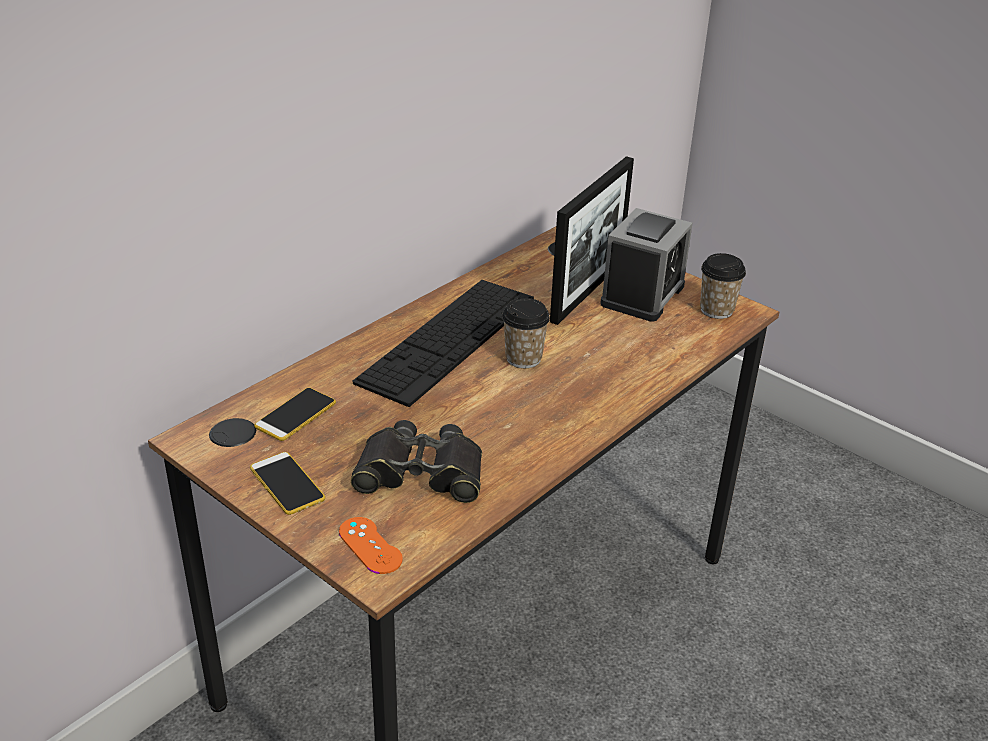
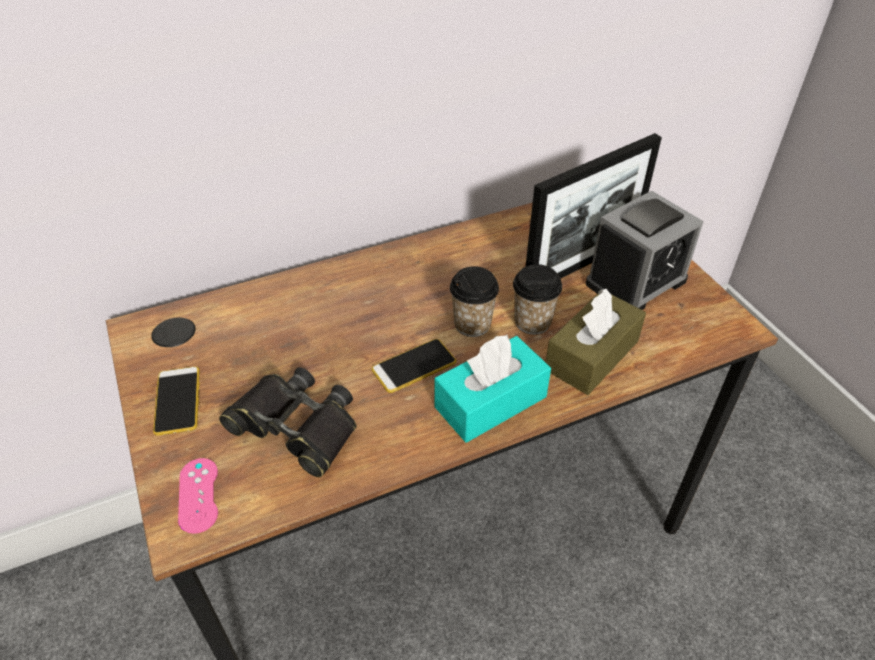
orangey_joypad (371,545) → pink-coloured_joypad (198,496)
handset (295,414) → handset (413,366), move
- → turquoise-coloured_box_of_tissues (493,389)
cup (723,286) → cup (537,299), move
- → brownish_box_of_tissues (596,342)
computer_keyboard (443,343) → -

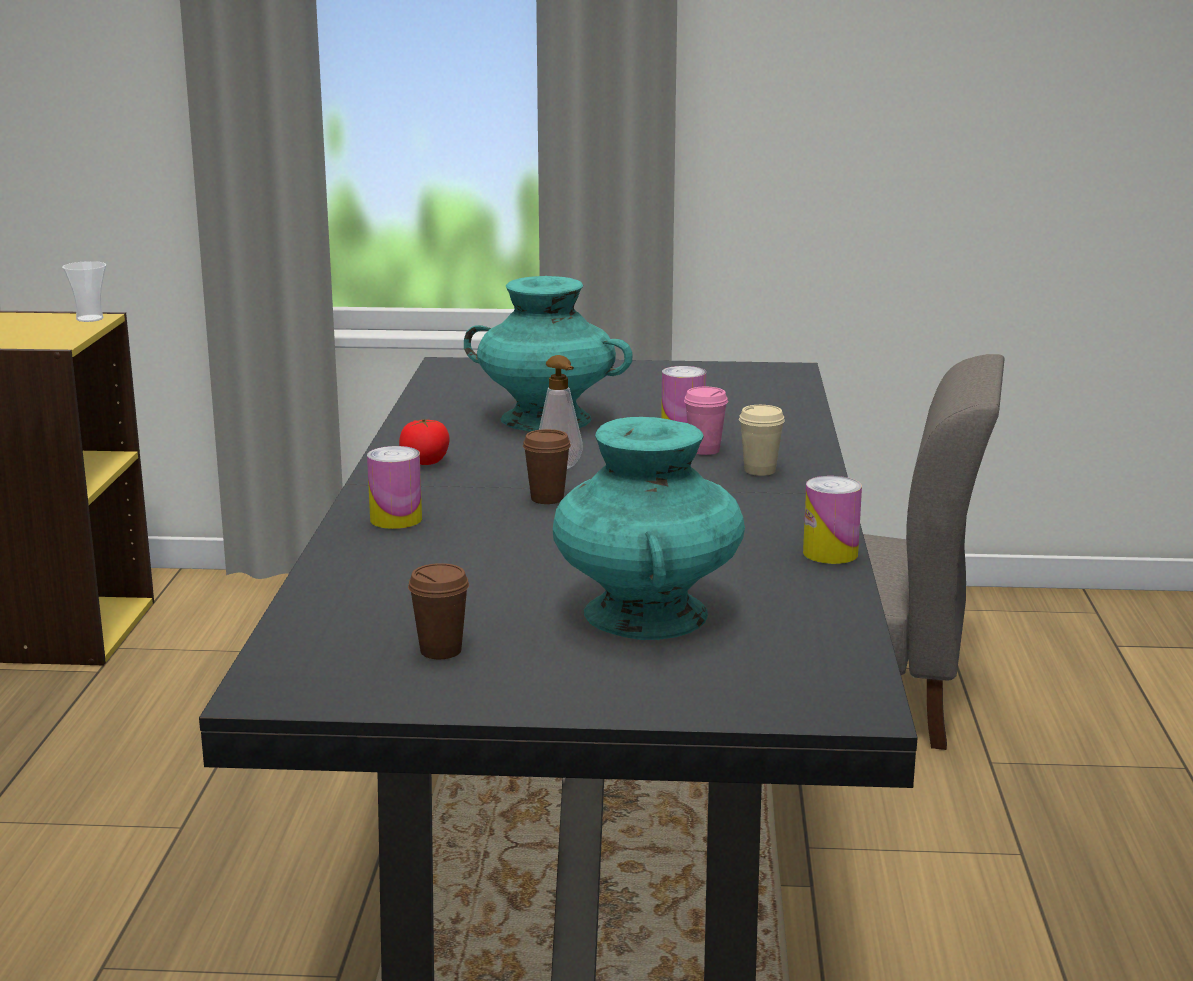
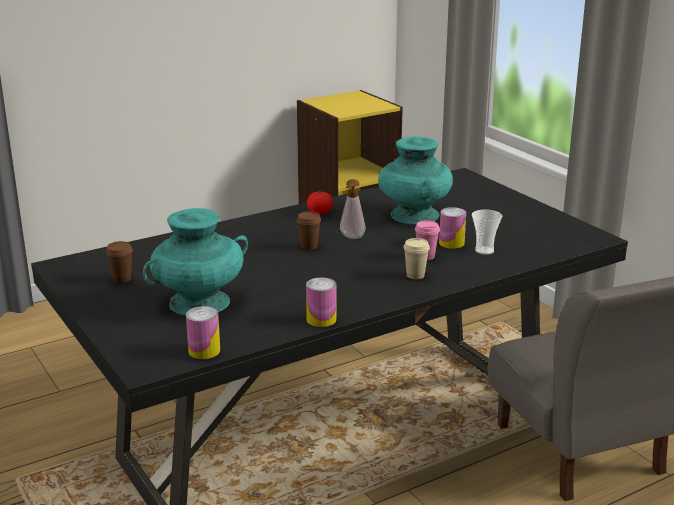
can (394,487) → can (203,332), move
cup (84,291) → cup (487,232), move

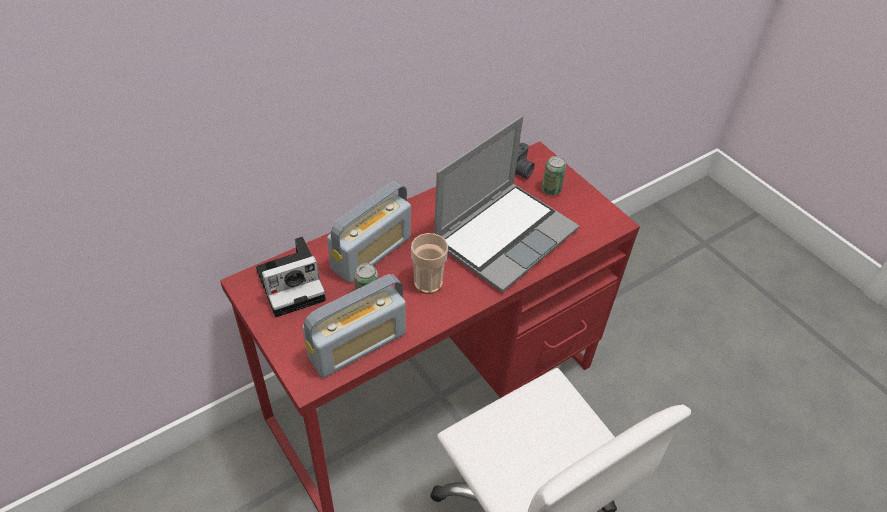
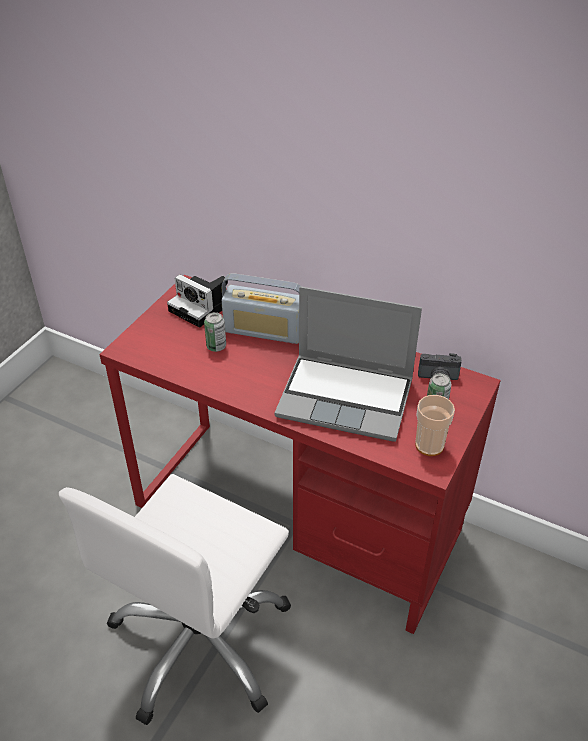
cup (429,263) → cup (435,425), move
radio (354,326) → -

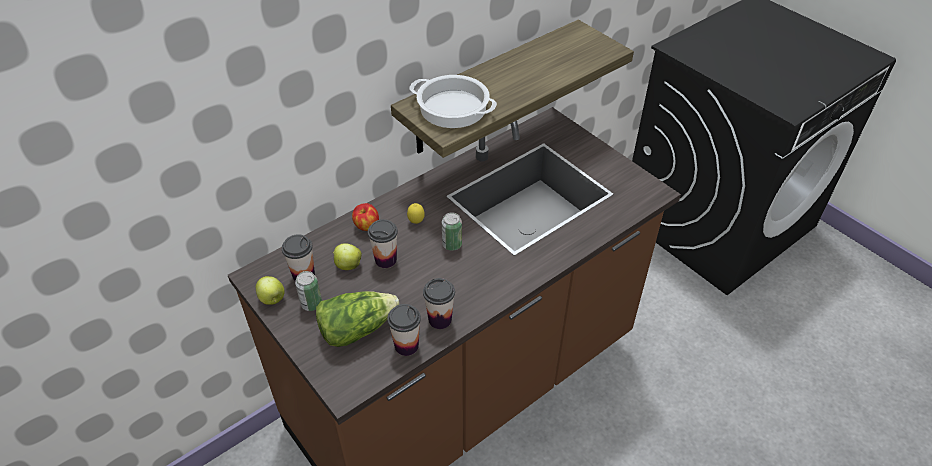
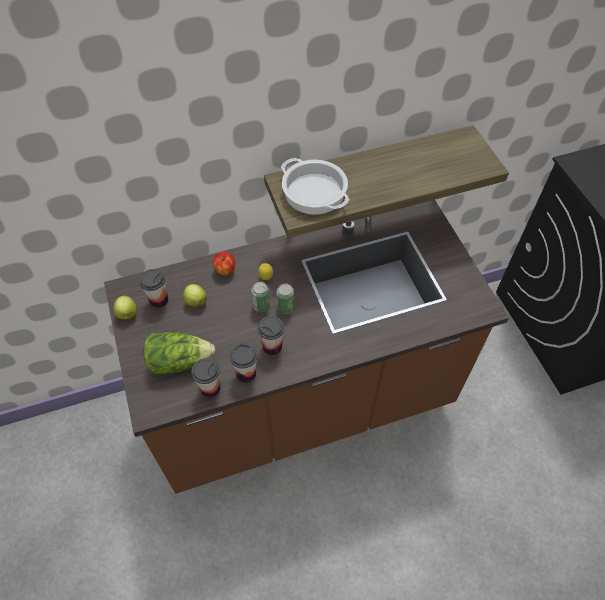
can (308,291) → can (260,296), move
cup (383,243) → cup (271,335), move

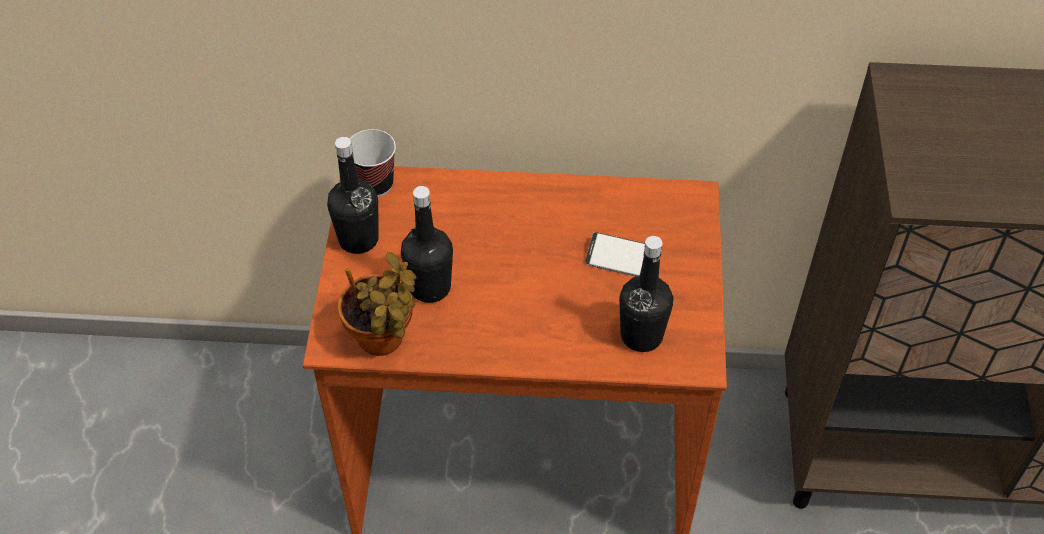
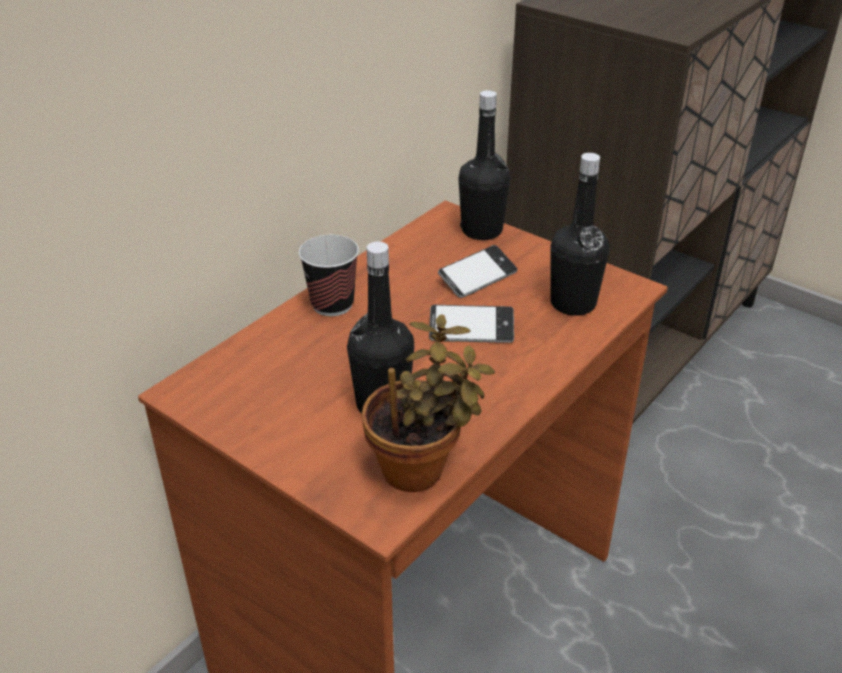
cup (373,163) → cup (329,275), move
- → handset (471,324)
black-coloured_drink_bottle (353,195) → black-coloured_drink_bottle (484,165), move

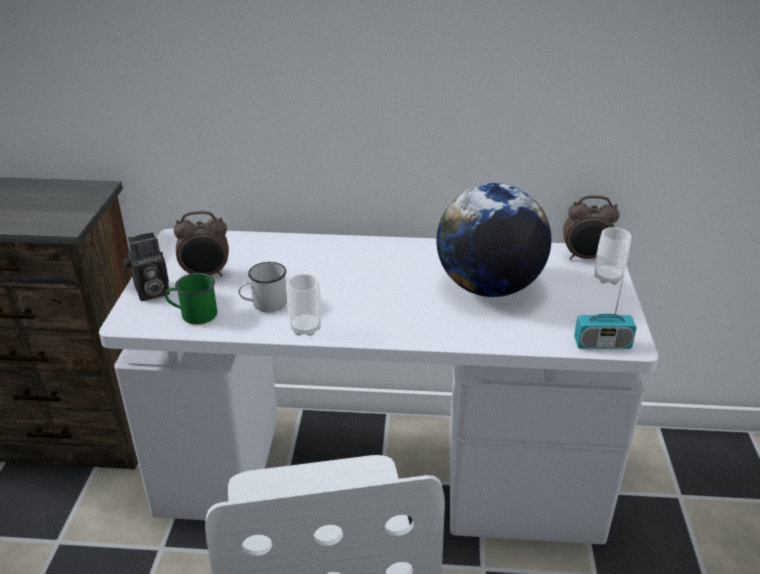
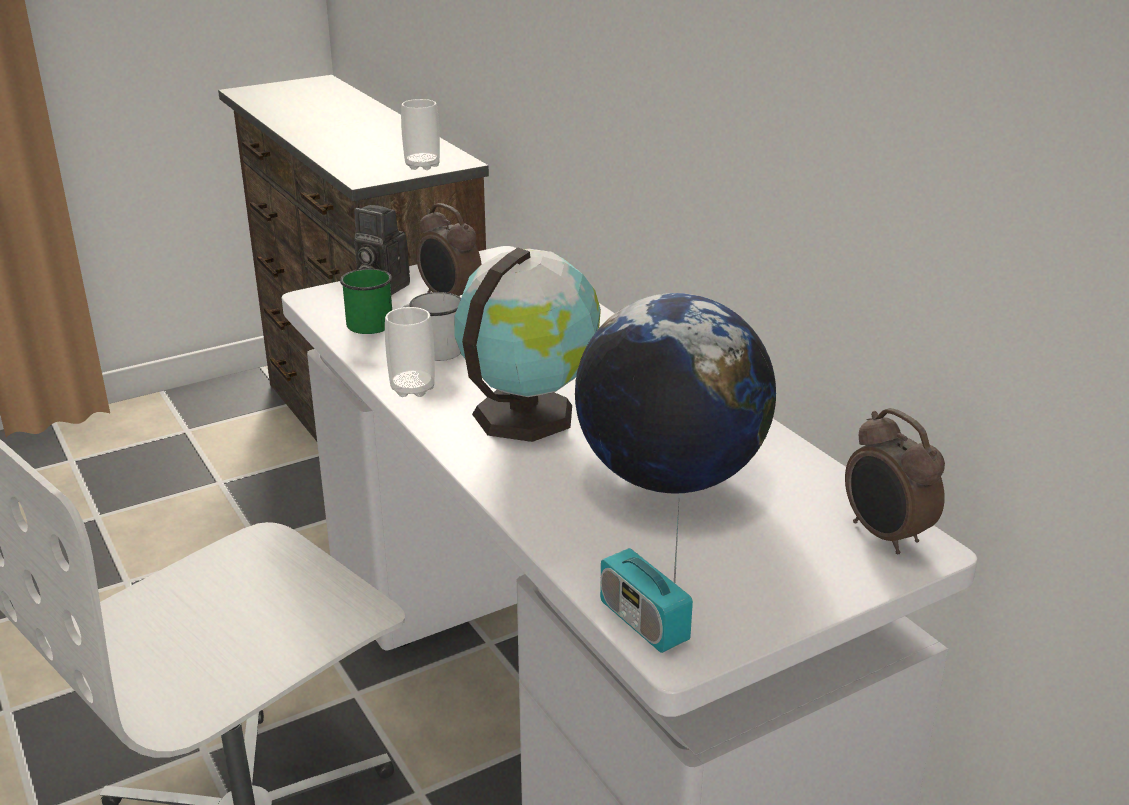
cup (612,256) → cup (420,134), move
- → world_globe (528,345)

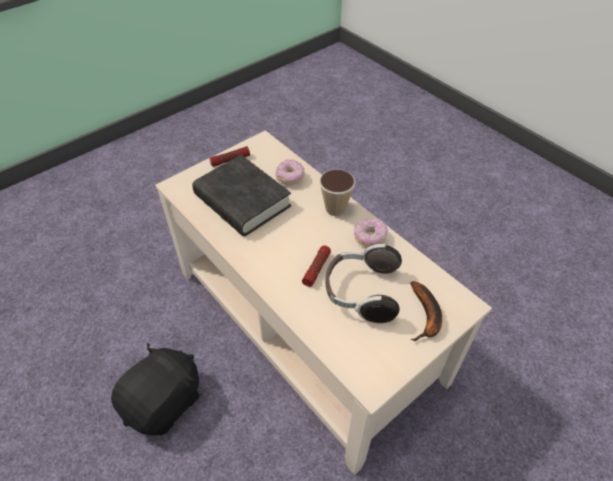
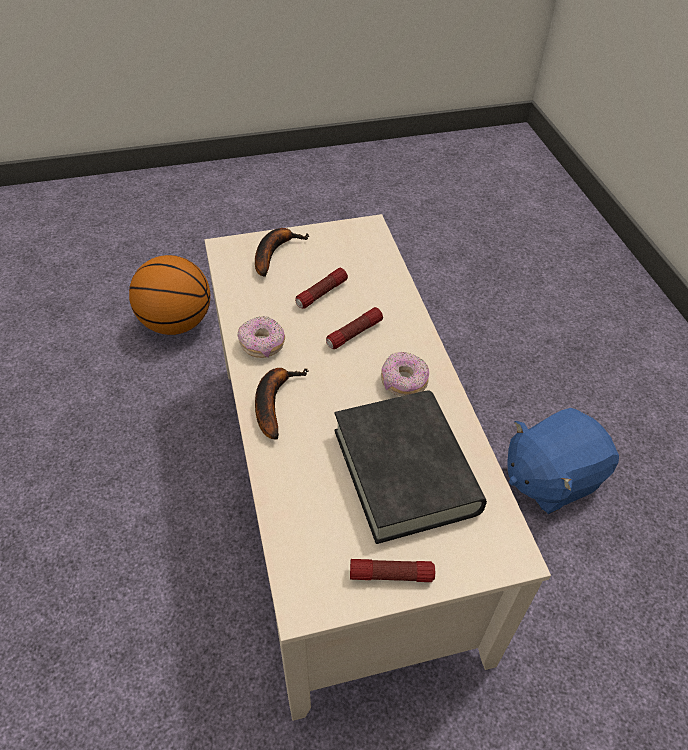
- → basketball (169,295)
cup (337,192) → banana (282,404)
pair_of_headphones (363,283) → torch (321,288)
donut (290,172) → donut (405,374), move
black-coloured_plush_toy (155,389) → blue-coloured_plush_toy (563,461)

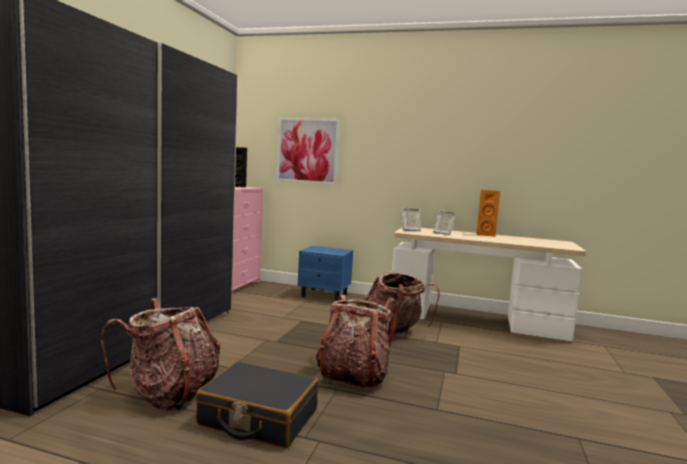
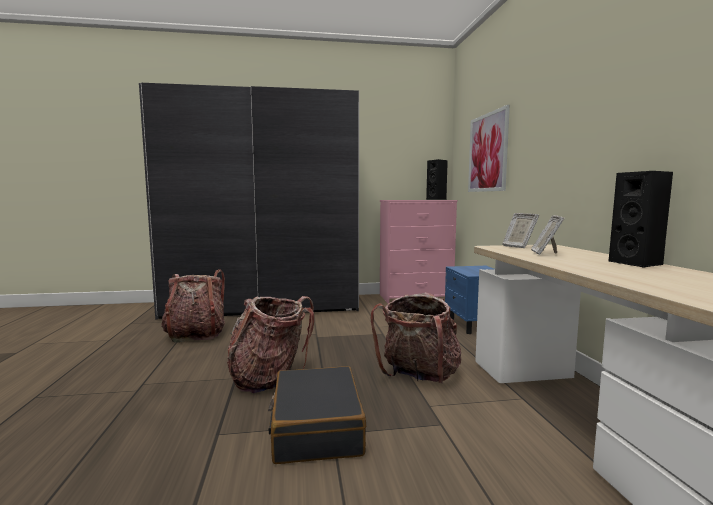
black-coloured_suitcase (257,404) → black-coloured_suitcase (317,415), move
orangey_audio_speaker (488,213) → black-coloured_audio_speaker (640,219)

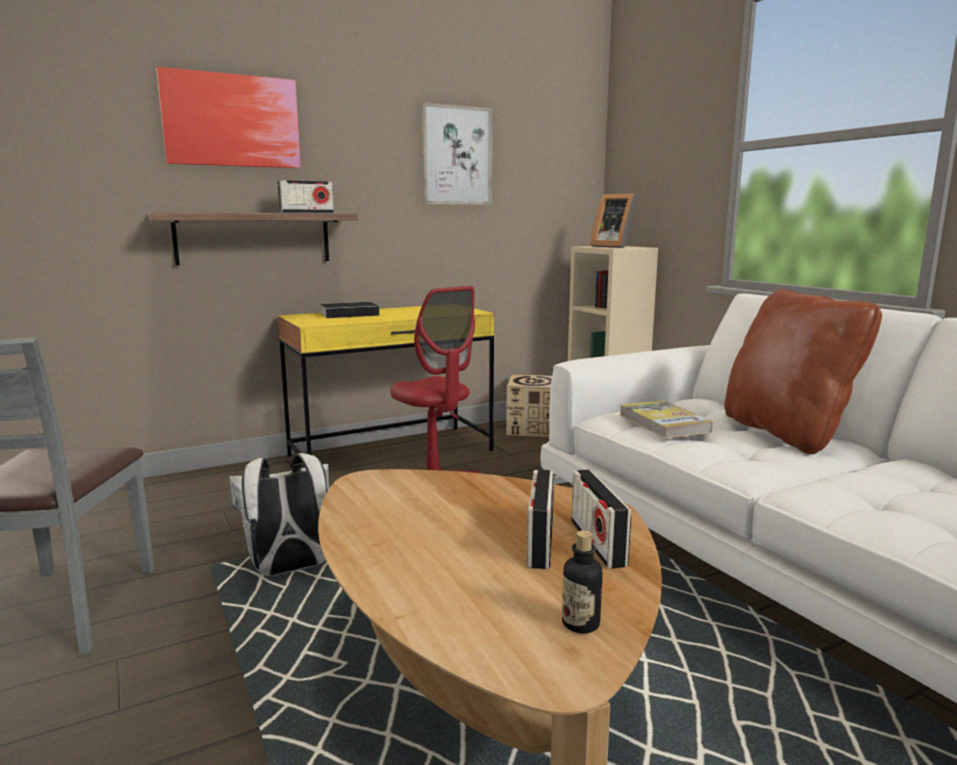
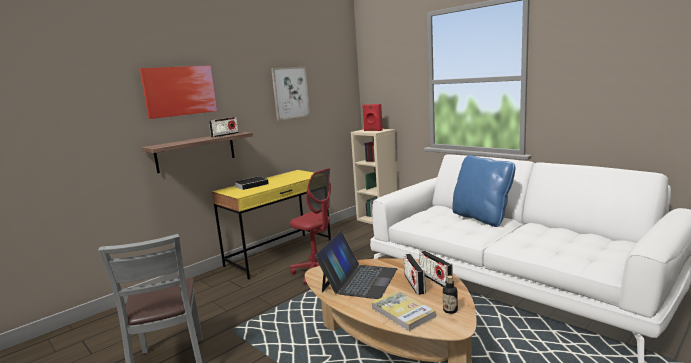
- → portable_computer (356,265)
standing_frame (613,220) → red_audio_speaker (372,117)
book (666,419) → book (403,311), move
brownish_cushion (803,371) → blue-coloured_cushion (483,191)
whitish_backpack (278,514) → -
cardboard_box (529,405) → -

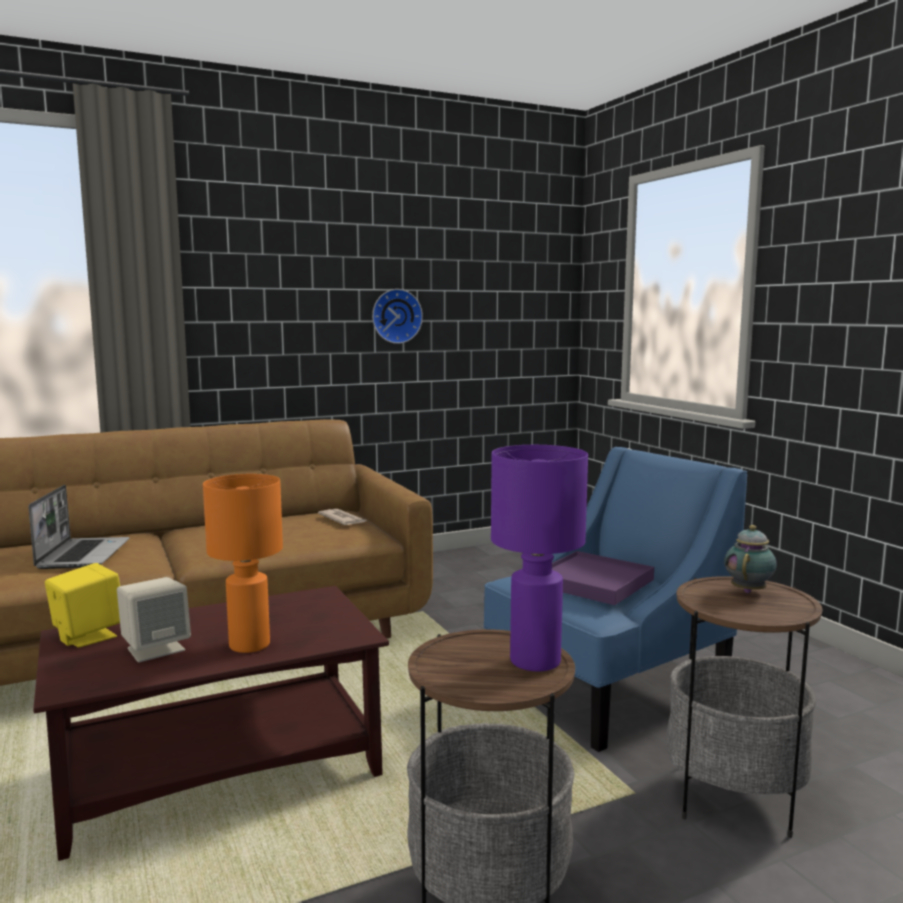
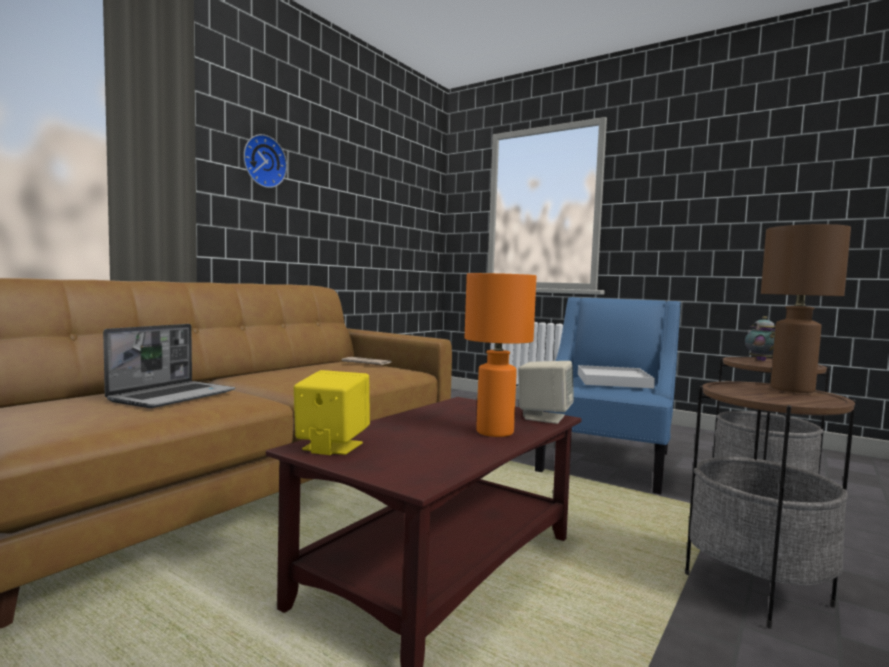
portable_computer (79,527) → portable_computer (169,366), 60 degrees clockwise
clock_on_the_wall (397,316) → clock_on_the_wall (265,161), move
beige-coloured_audio_speaker (154,620) → beige-coloured_audio_speaker (546,392), move
purple_carrying_tray (603,578) → whitish_carrying_tray (616,377)
purple_lamp_for_a_table (539,558) → brownish_lamp_for_a_table (806,308)

